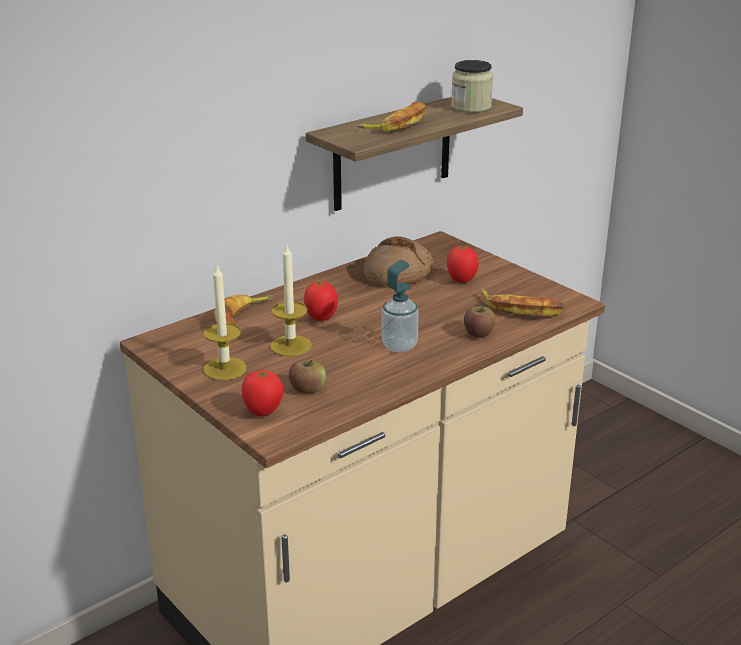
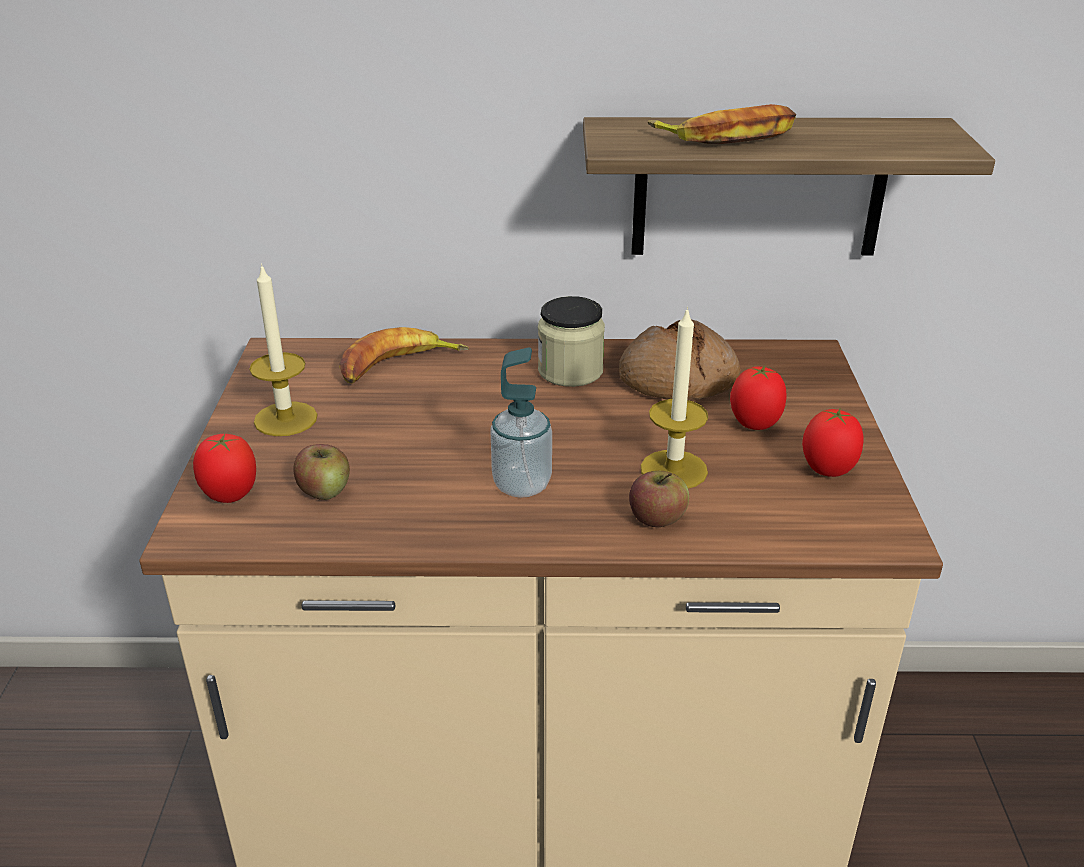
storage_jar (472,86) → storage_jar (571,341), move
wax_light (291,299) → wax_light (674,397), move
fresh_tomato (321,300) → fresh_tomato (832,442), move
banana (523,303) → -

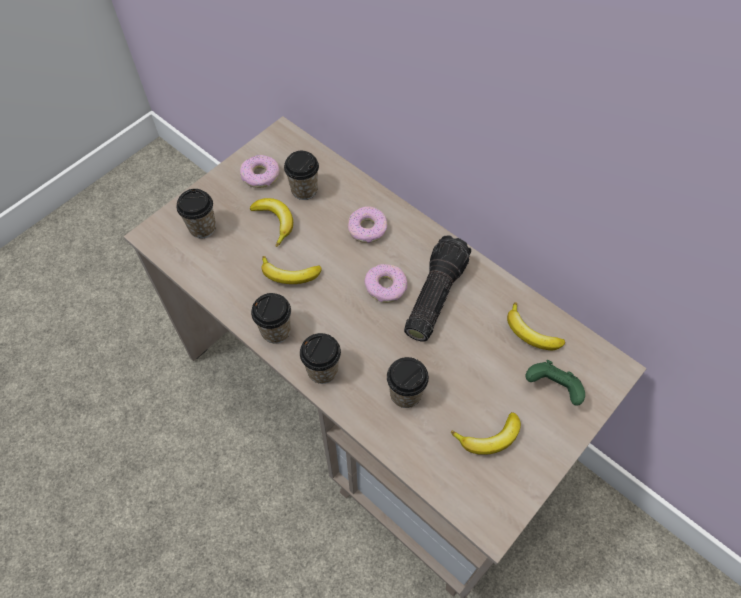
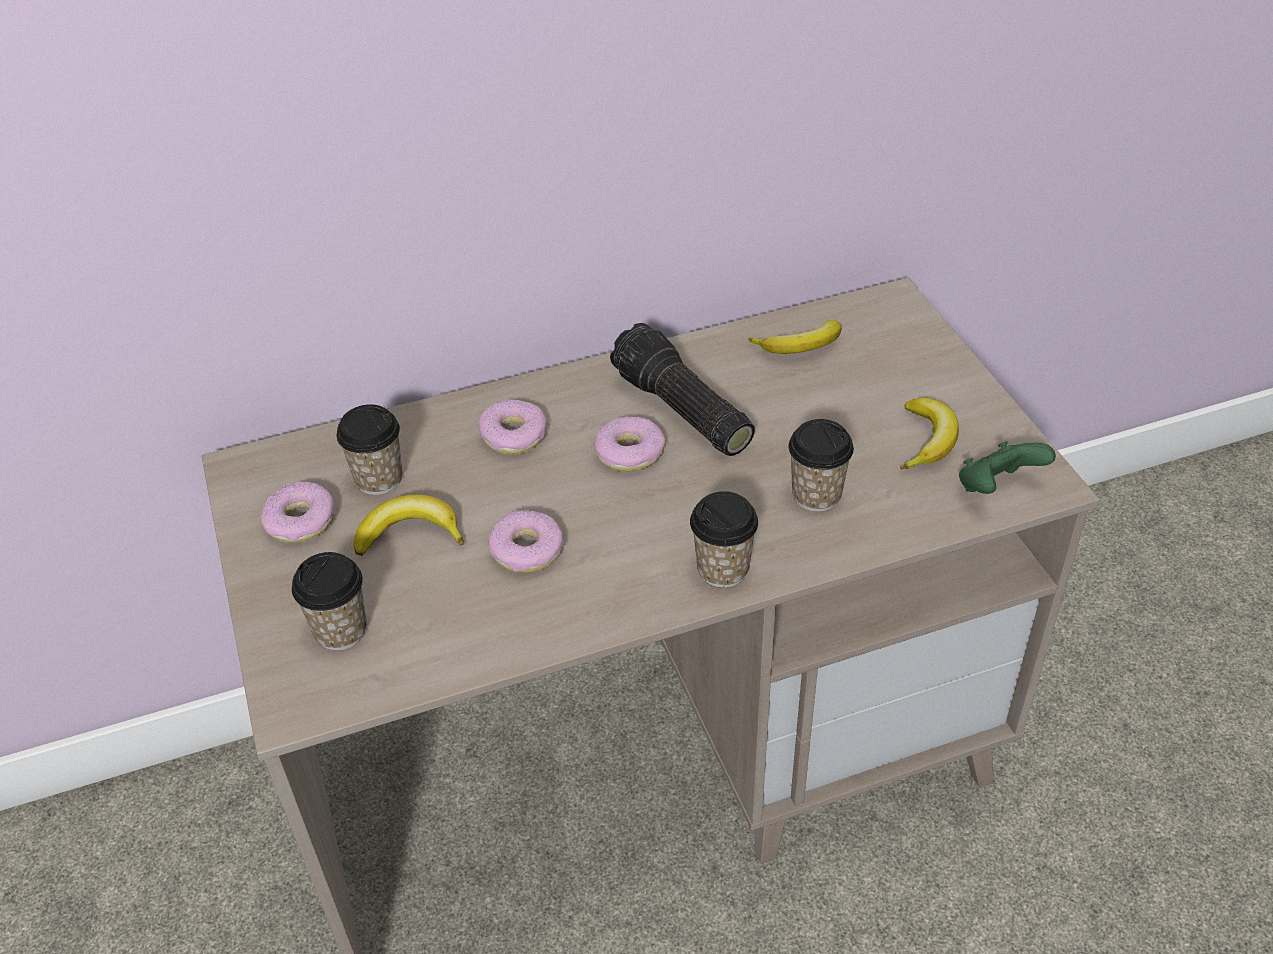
banana (292,270) → donut (526,541)
green_joypad (555,383) → green_joypad (1007,467), move
cup (271,318) → -

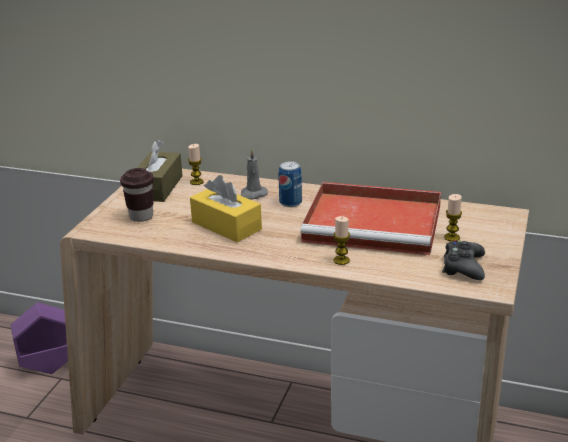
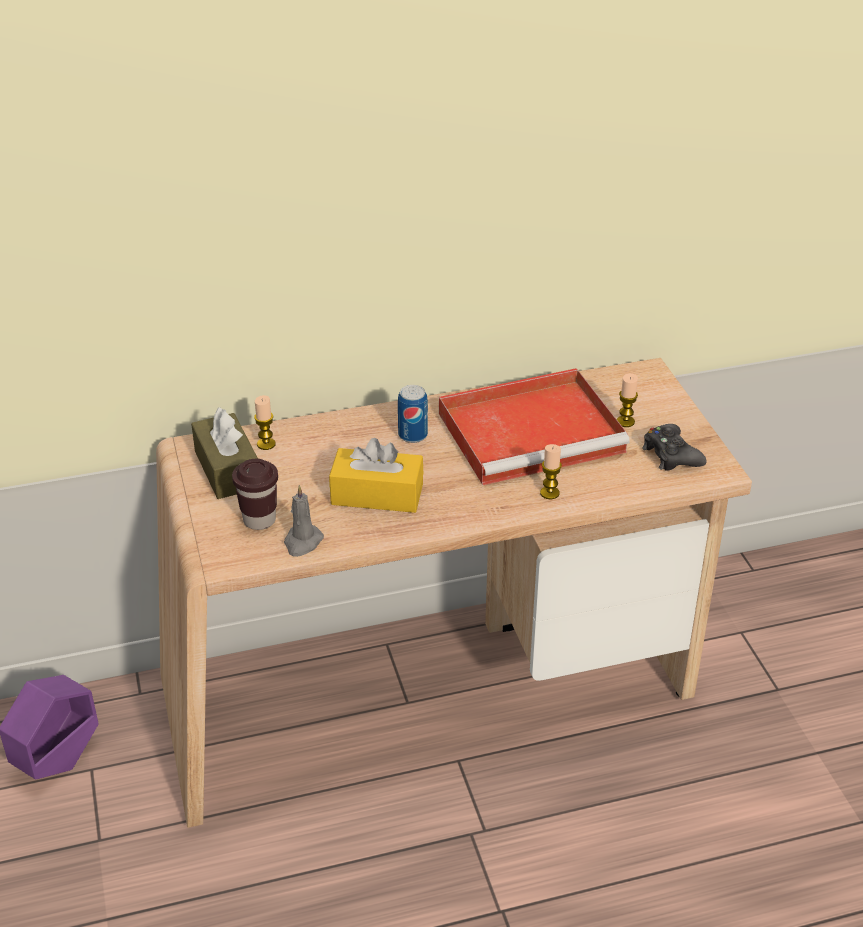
greyish_wax_light (254,174) → greyish_wax_light (304,521), move

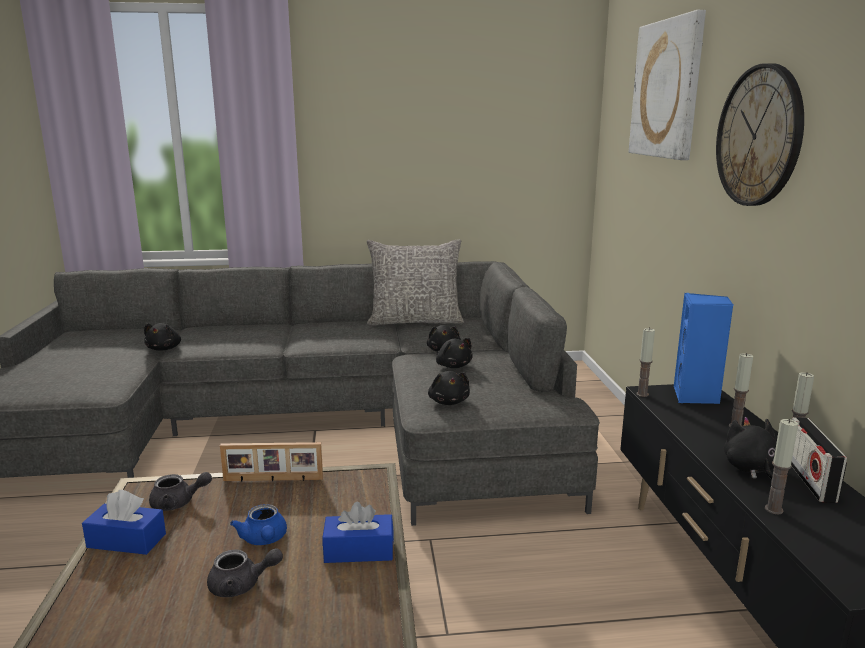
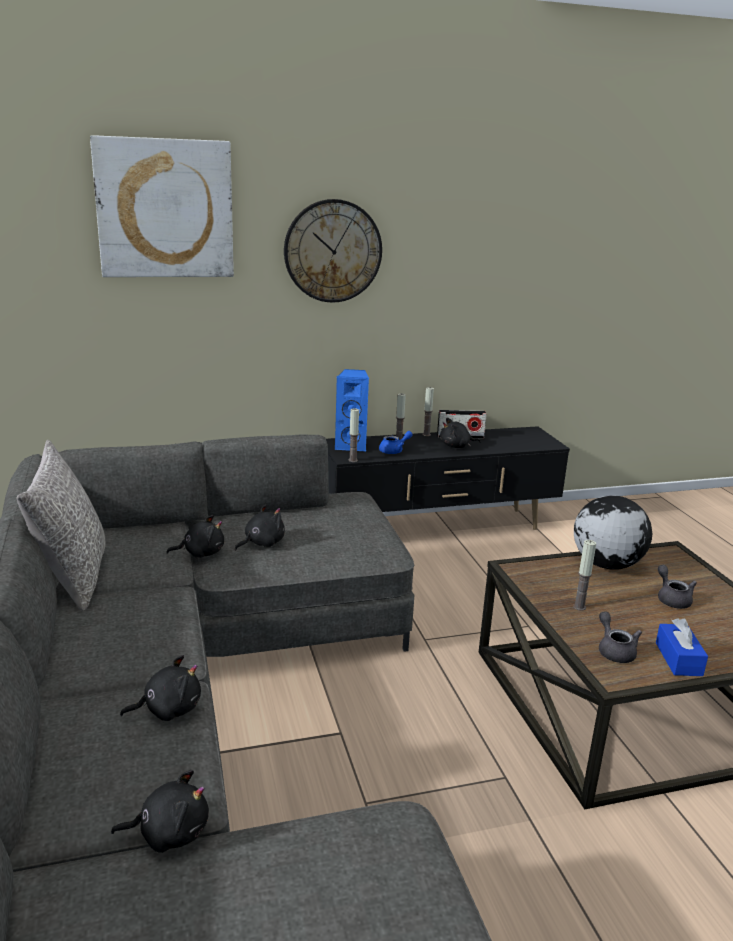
black-coloured_plush_toy (449,388) → black-coloured_plush_toy (160,688), move
blue-coloured_teapot (258,524) → blue-coloured_teapot (396,442), move
wax_light (781,466) → wax_light (584,575), move
blue-coloured_box_of_tissues (357,532) → world_globe (613,532)
standing_frame (271,462) → -

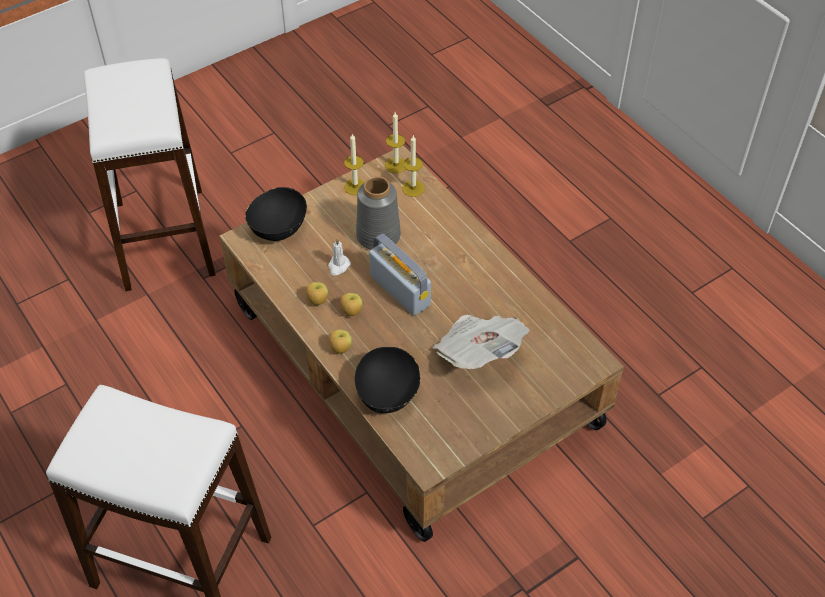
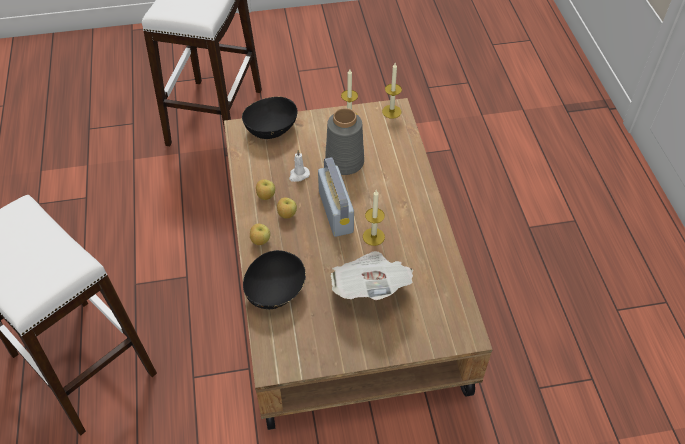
wax_light (413,166) → wax_light (374,218), move

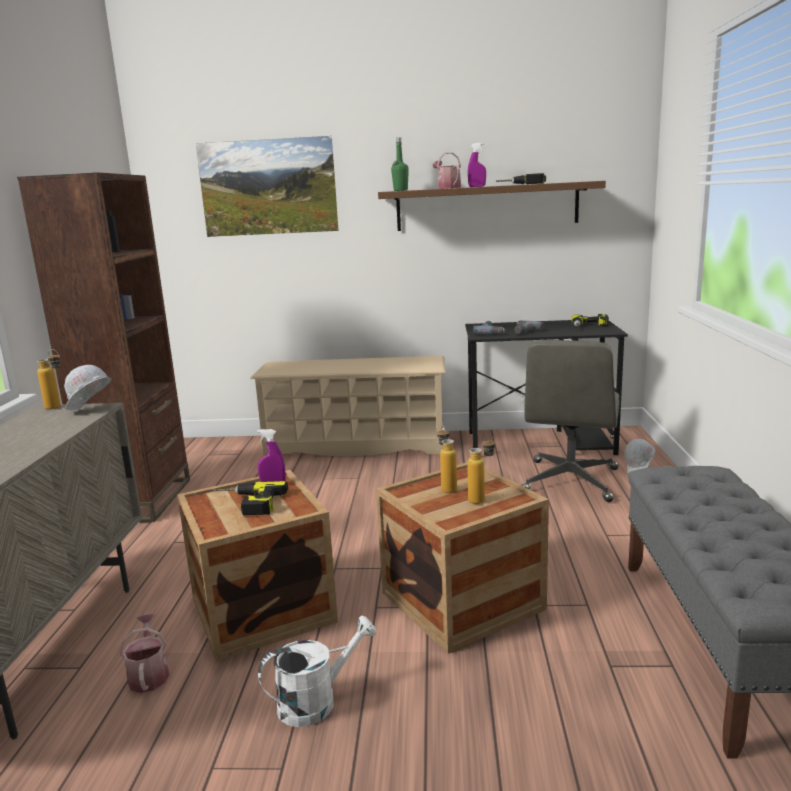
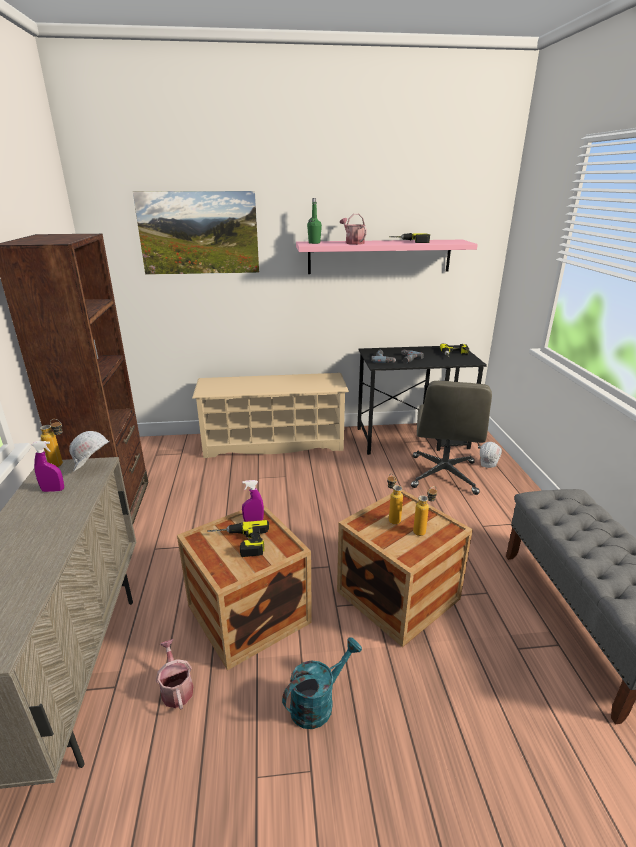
purple_hand_sprayer (477,165) → purple_hand_sprayer (48,466), move
whitish_watering_pot (317,671) → turquoise-coloured_watering_pot (322,683)
brownish_wall_shelf (492,206) → pink-coloured_wall_shelf (387,257)

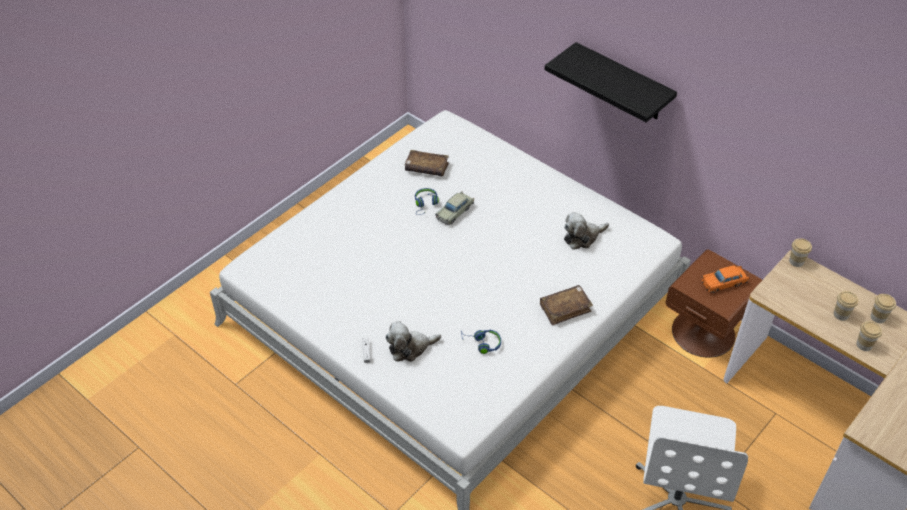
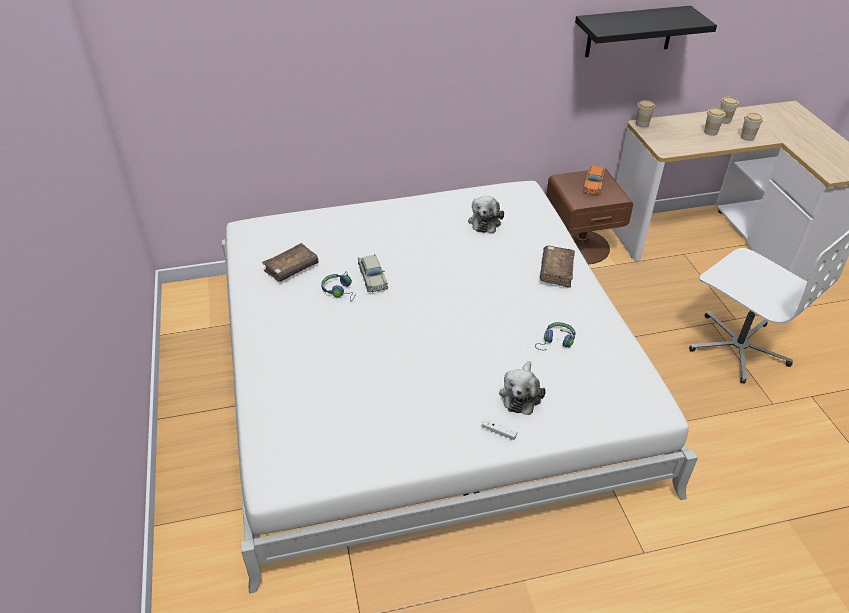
black-coloured_wall_shelf (611,82) → black-coloured_wall_shelf (646,31), move

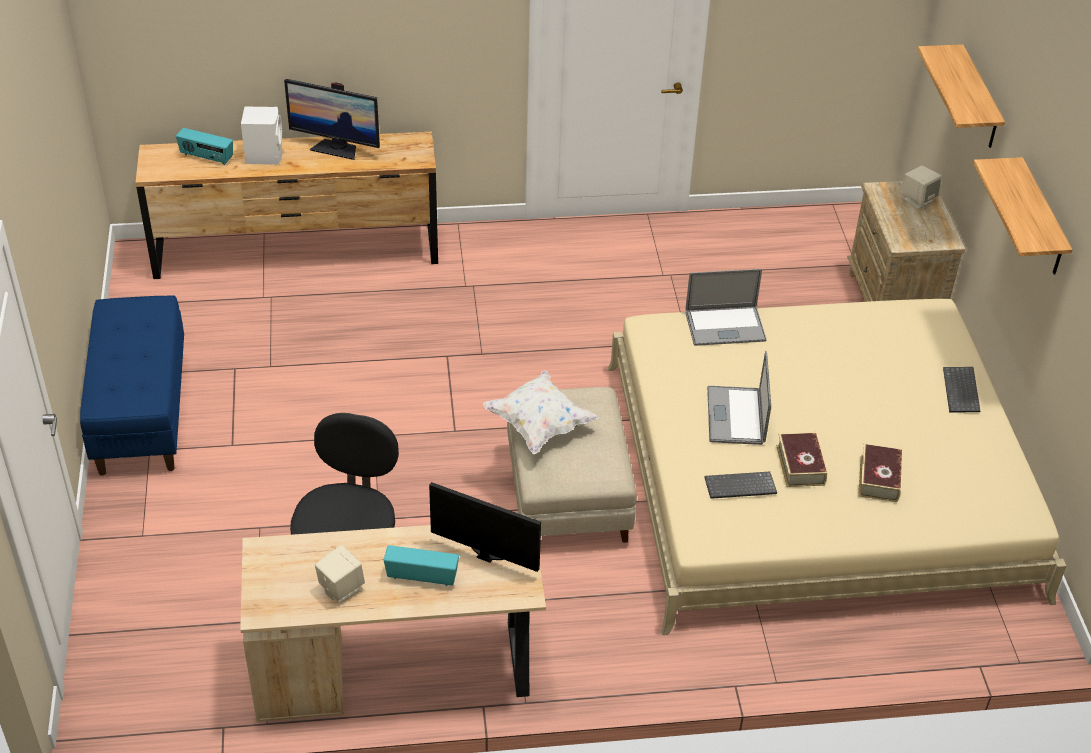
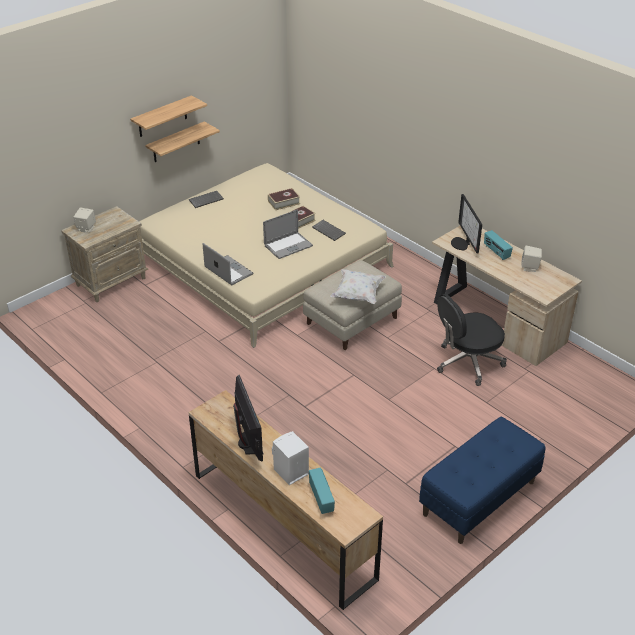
wall_shelf (961,96) → wall_shelf (182,142), move

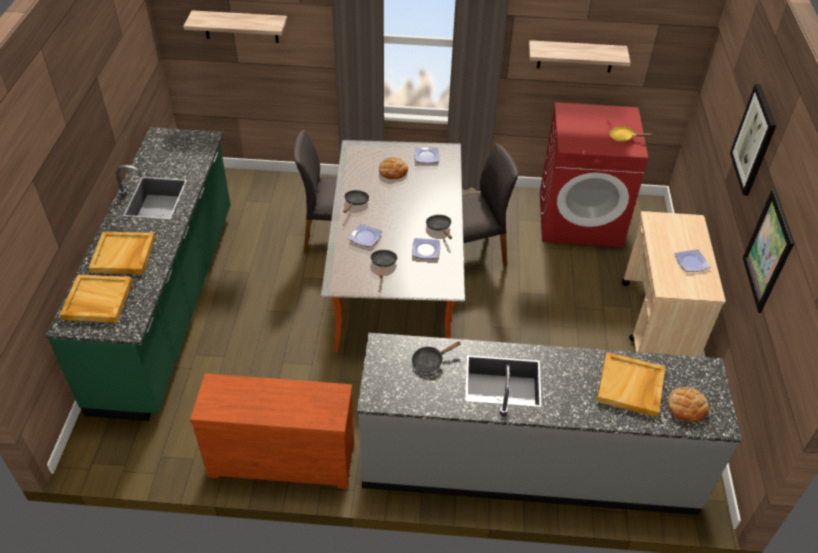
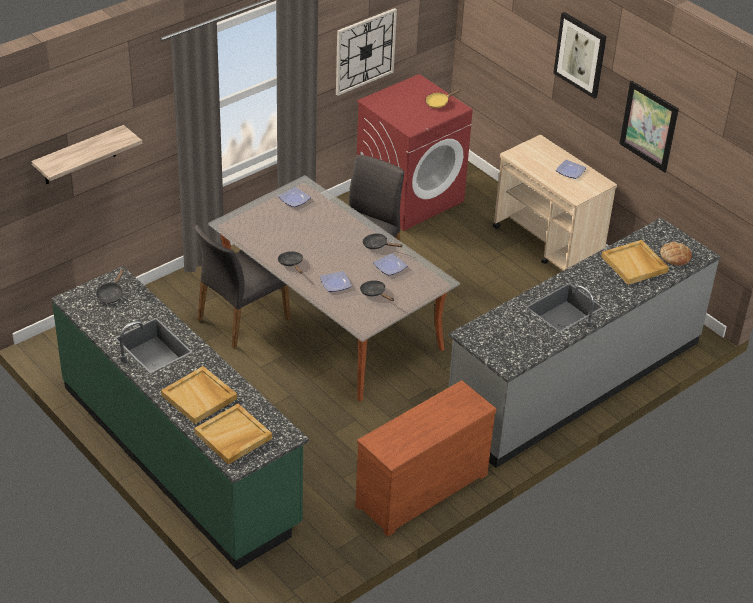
black-coloured_skillet (436,357) → black-coloured_skillet (110,286), move
wall_shelf (580,56) → clock_on_the_wall (366,52)
baked_bread (393,168) → -

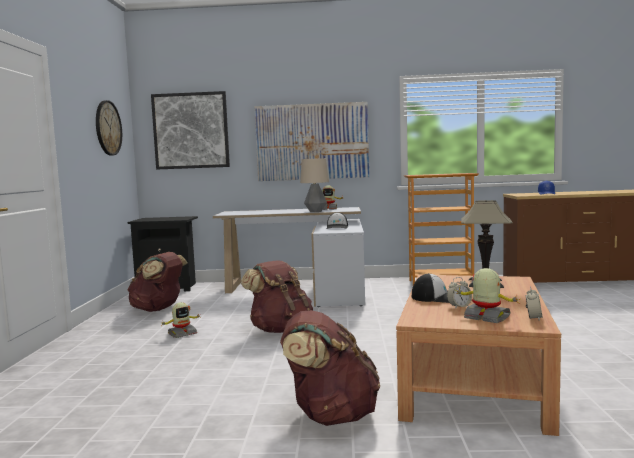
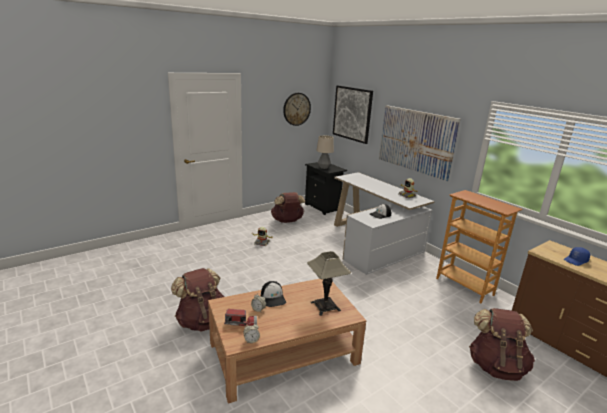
model_robot (488,295) → torch (240,317)
lamp_for_a_table (314,185) → lamp_for_a_table (325,152), move
brownish_backpack (277,296) → brownish_backpack (502,344), move

